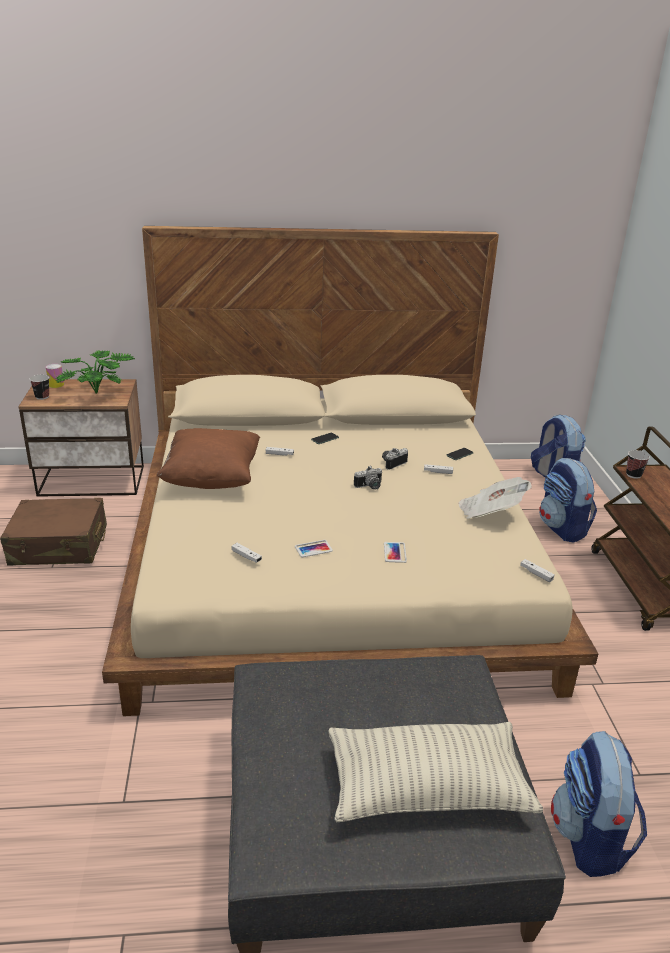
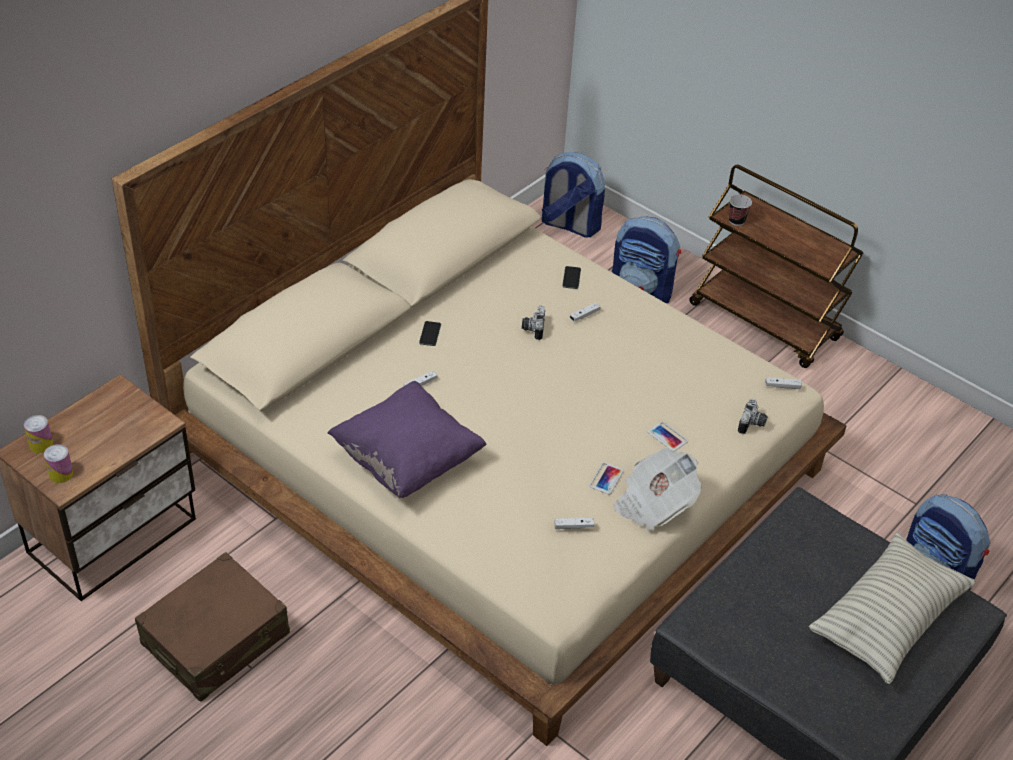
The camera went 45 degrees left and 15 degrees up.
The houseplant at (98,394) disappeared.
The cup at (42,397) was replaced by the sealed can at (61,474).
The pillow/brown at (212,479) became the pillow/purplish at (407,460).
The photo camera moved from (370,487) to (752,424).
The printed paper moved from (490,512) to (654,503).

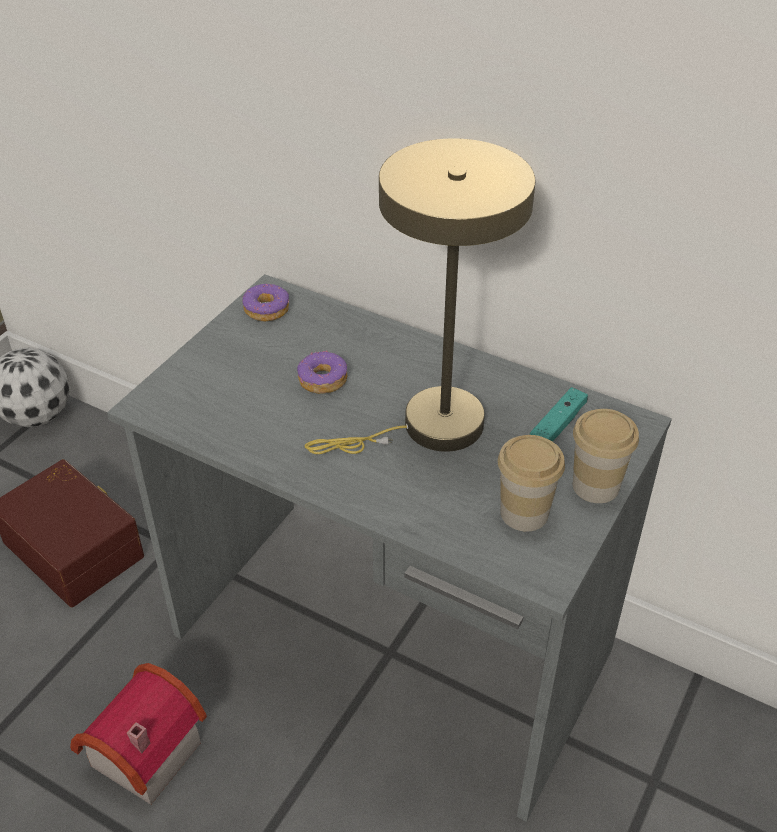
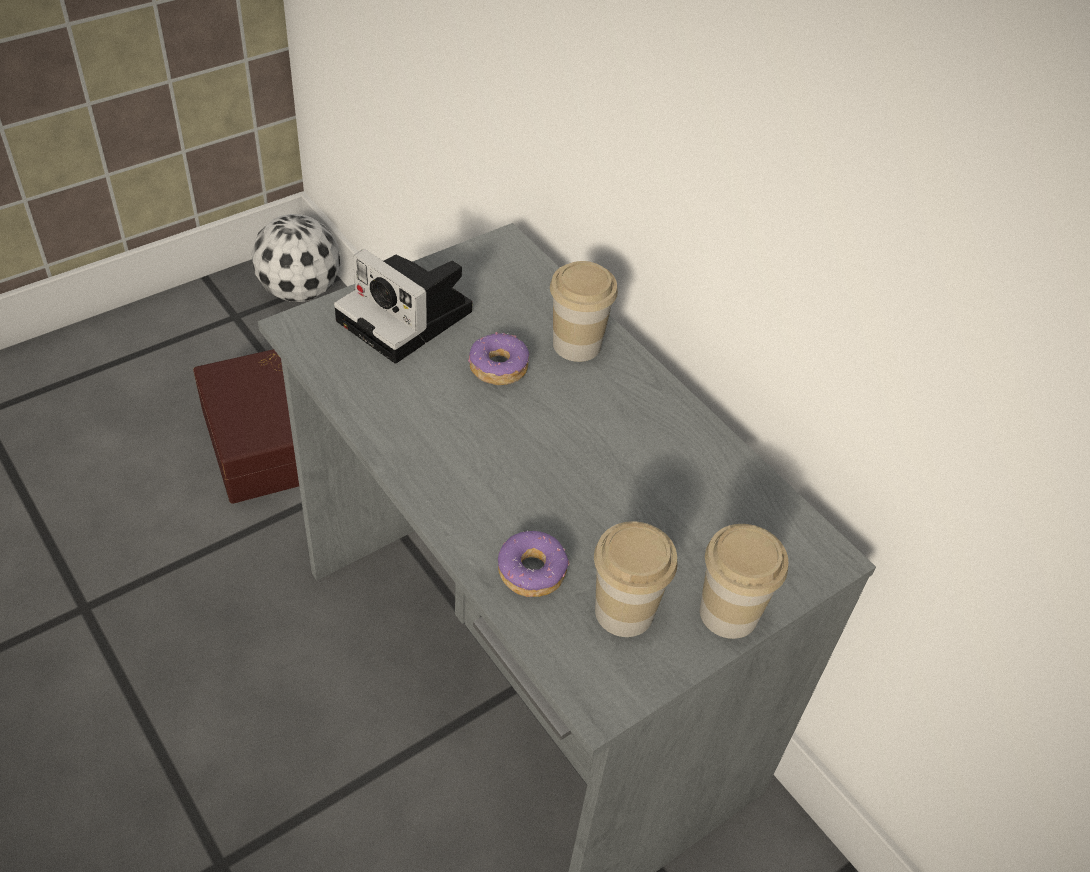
The camera went 20 degrees right and 5 degrees up.
The tabletop lamp/beige at (429,428) disappeared.
The ring doughnut moved from (267,309) to (532,571).
The game controller/blue-green at (557,426) disappeared.
The toy house at (139,753) disappeared.
The photo camera at (409,318) appeared.
The cup at (576,344) appeared.

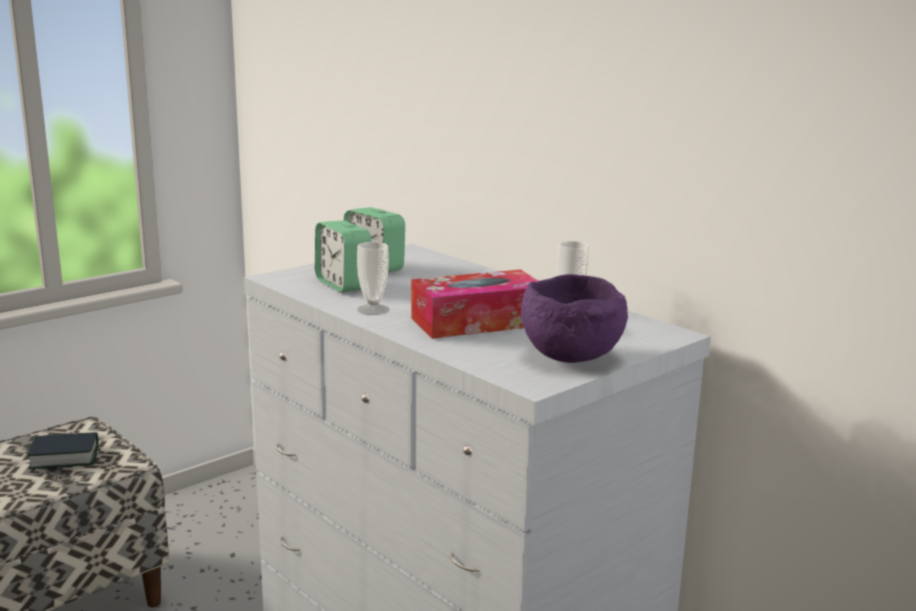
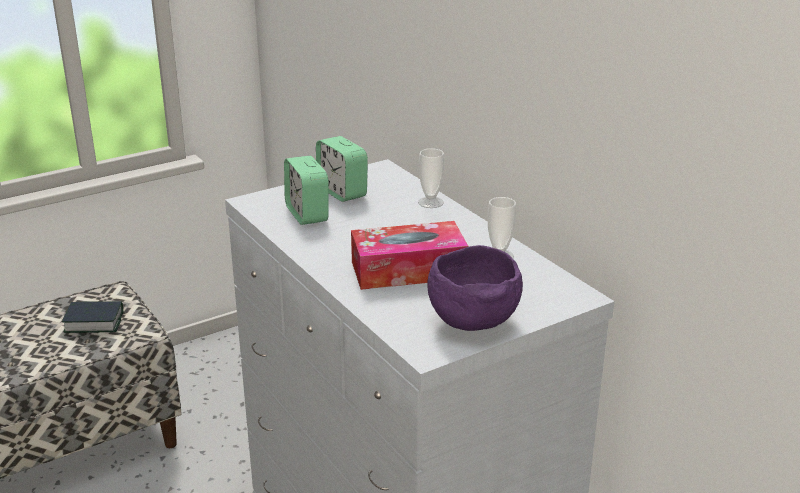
The camera went 10 degrees right and 10 degrees up.
The cup moved from (373,310) to (430,202).

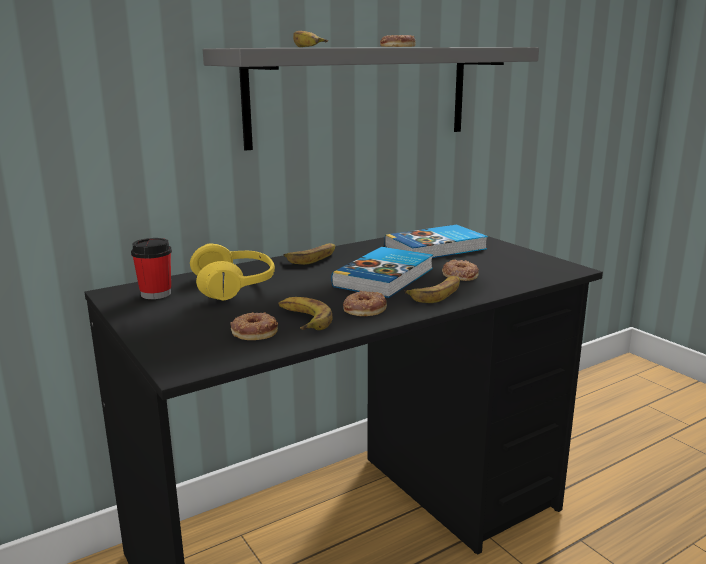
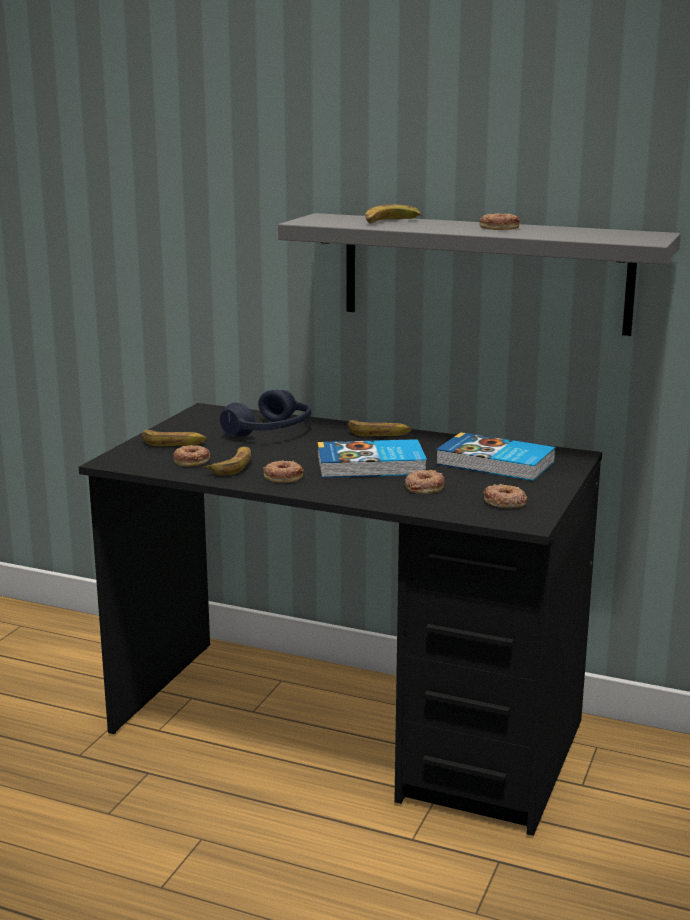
The camera went 55 degrees right and 0 degrees up.
The cup at (156,294) disappeared.
The pair of headphones/yellow-coloured at (234,286) became the pair of headphones/bluish at (269,432).
The whole banana moved from (437,294) to (174,443).
The ring doughnut at (504,502) appeared.

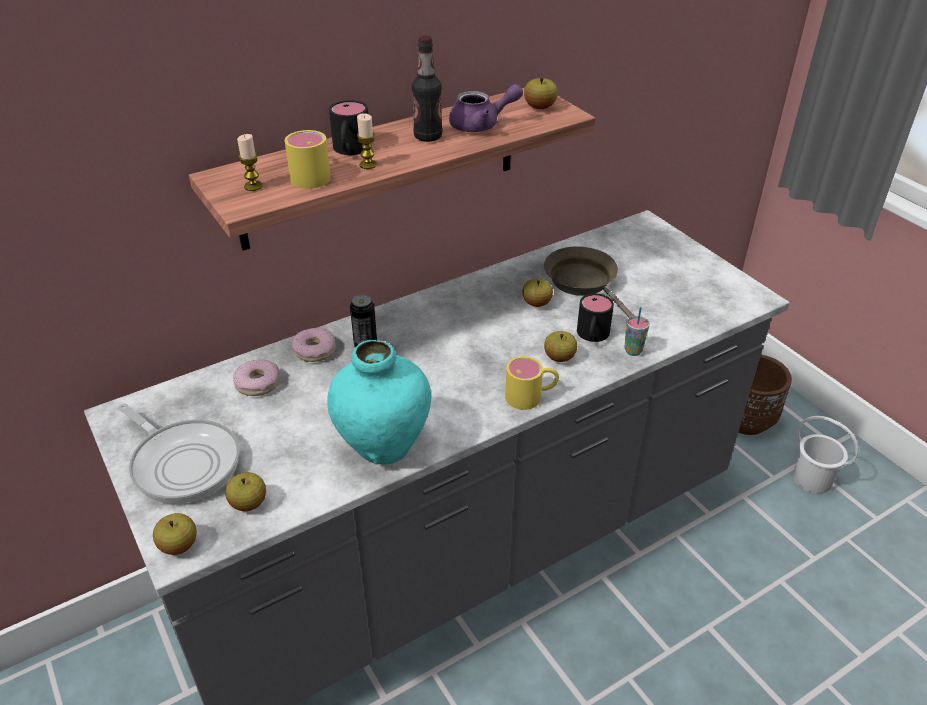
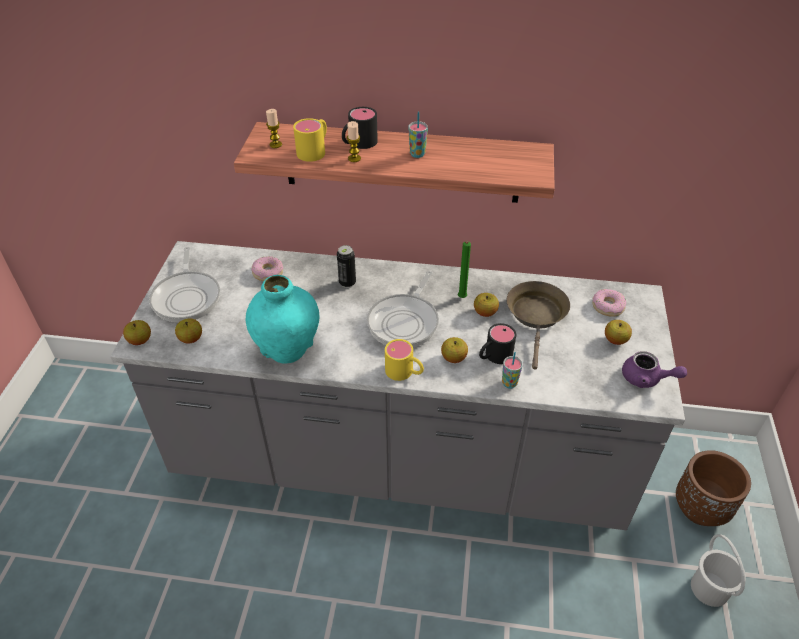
The camera went 40 degrees right and 5 degrees up.
The drink bottle at (428,137) was replaced by the cup at (417,154).
The whole apple moved from (539,107) to (615,340).
The teapot/purplish moved from (481,125) to (646,379).
The ring doughnut moved from (315,350) to (608,306).
The wax light/green-coloured at (461,298) appeared.
The pan at (405,321) appeared.

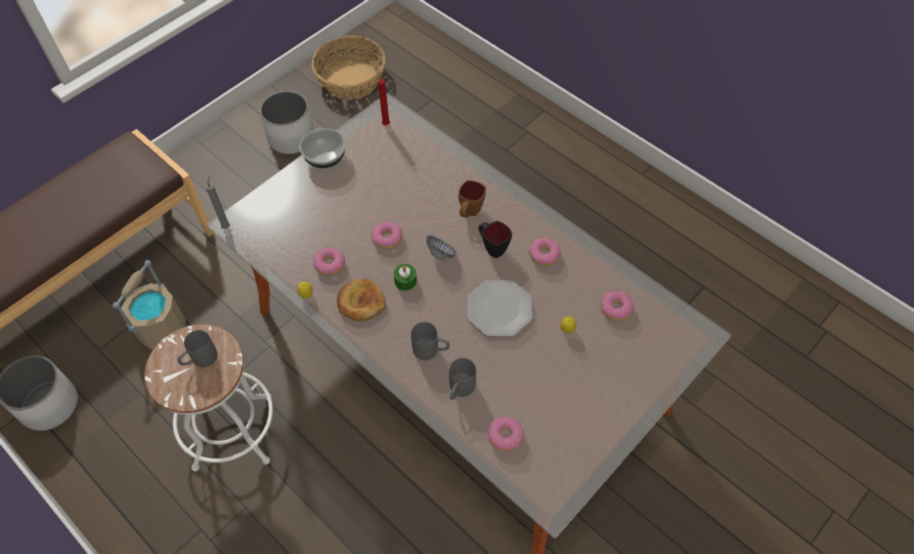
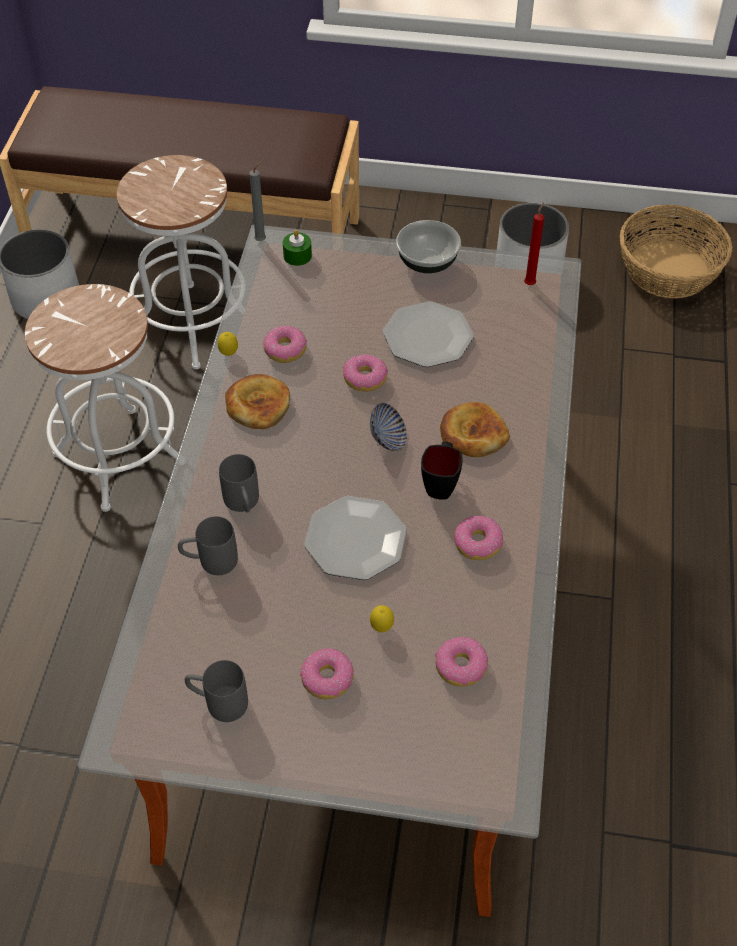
The camera went 55 degrees right and 5 degrees down.
The tea mug/brown at (469,213) was replaced by the baked bread at (473,433).
The bucket/beige at (162,329) was replaced by the sitting stool/white at (193,325).
The wax light/green-coloured moved from (405,281) to (297,256).
The tea mug/gray moved from (200,360) to (218,702).
The ring doughnut moved from (505,436) to (327,679).
The flat dish at (427,336) appeared.

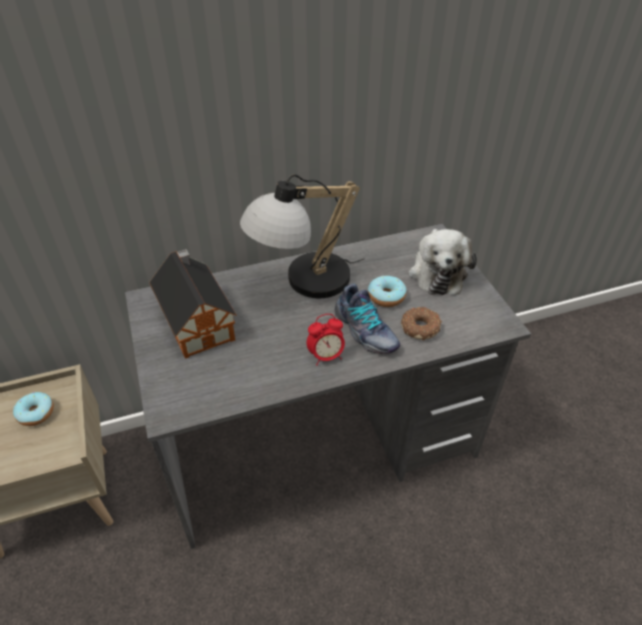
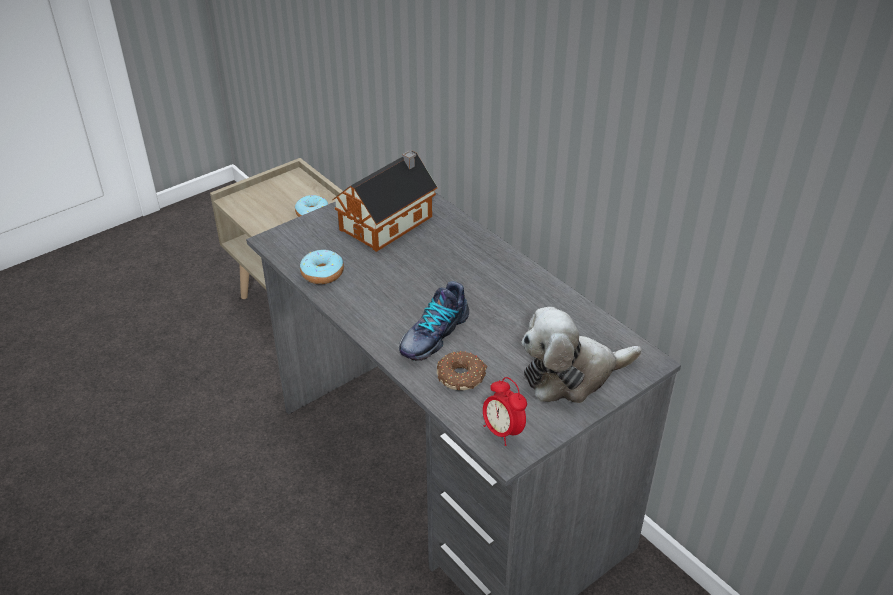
The camera went 70 degrees right and 5 degrees down.
The tabletop lamp at (303,283) disappeared.
The ring doughnut moved from (386,296) to (322,273).
The table clock moved from (326,356) to (502,431).

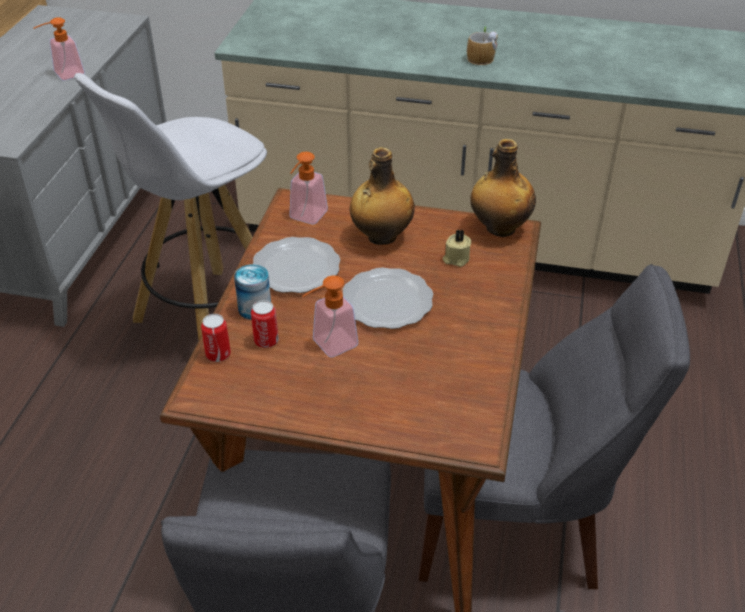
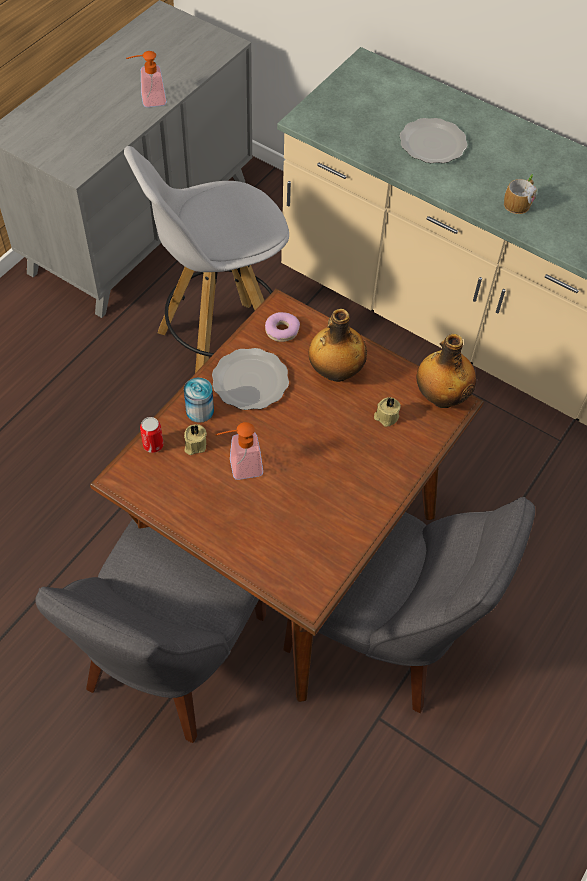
The camera went 20 degrees right and 15 degrees up.
The liquid soap bottle at (305,218) was replaced by the ring doughnut at (282,330).
The flat dish moved from (386,300) to (432,143).
The sealed can at (266,341) was replaced by the wax light/beige at (194,445).

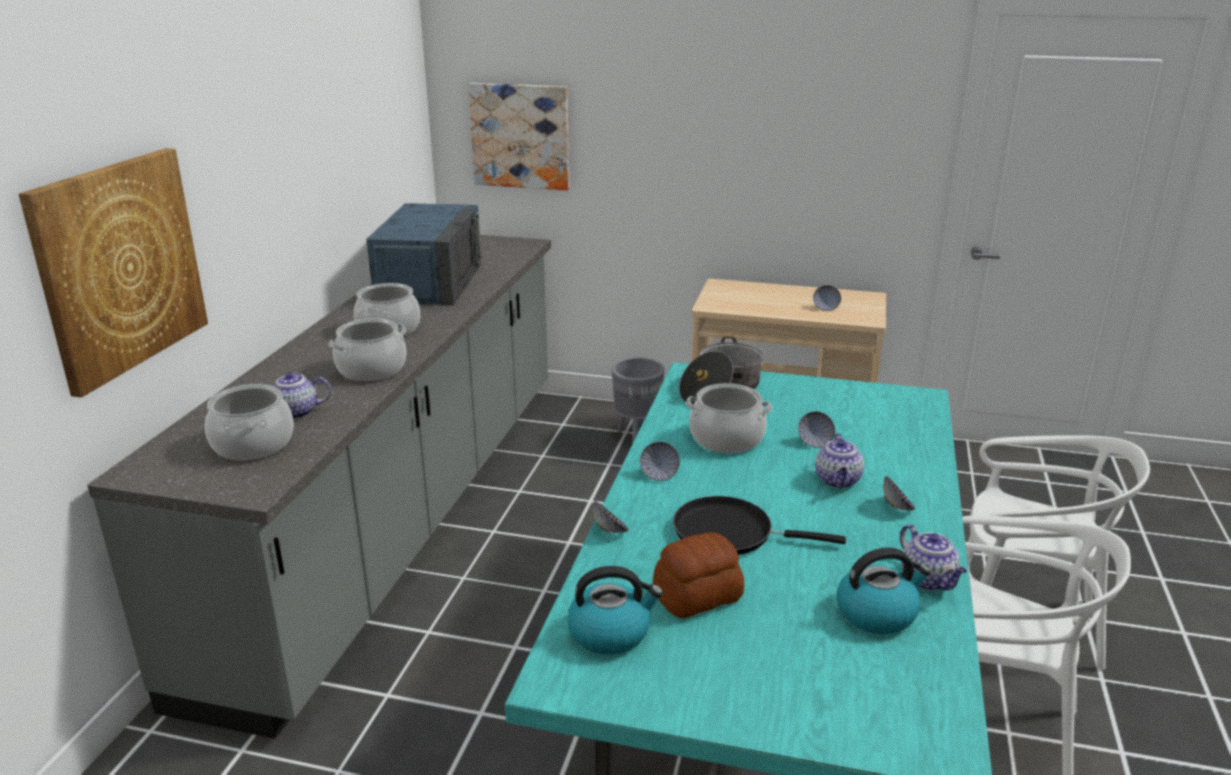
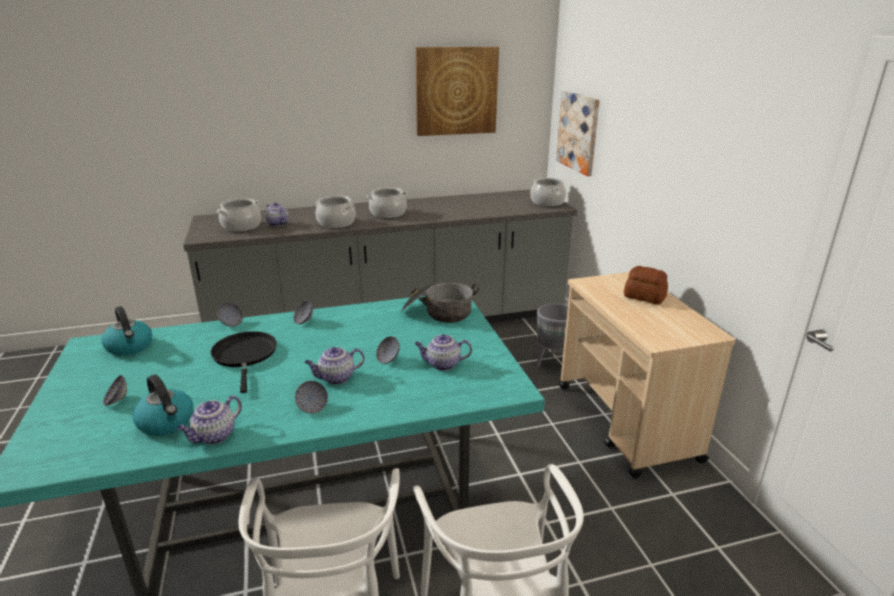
The camera went 60 degrees right and 0 degrees up.
The wall art moved from (119,266) to (456,91).
The microwave/bluish at (430,281) disappeared.
The serving bowl moved from (826,308) to (117,400).
The cooking pot moved from (726,439) to (547,202).
The baked bread moved from (699,596) to (644,297).
The teapot at (442,364) appeared.

